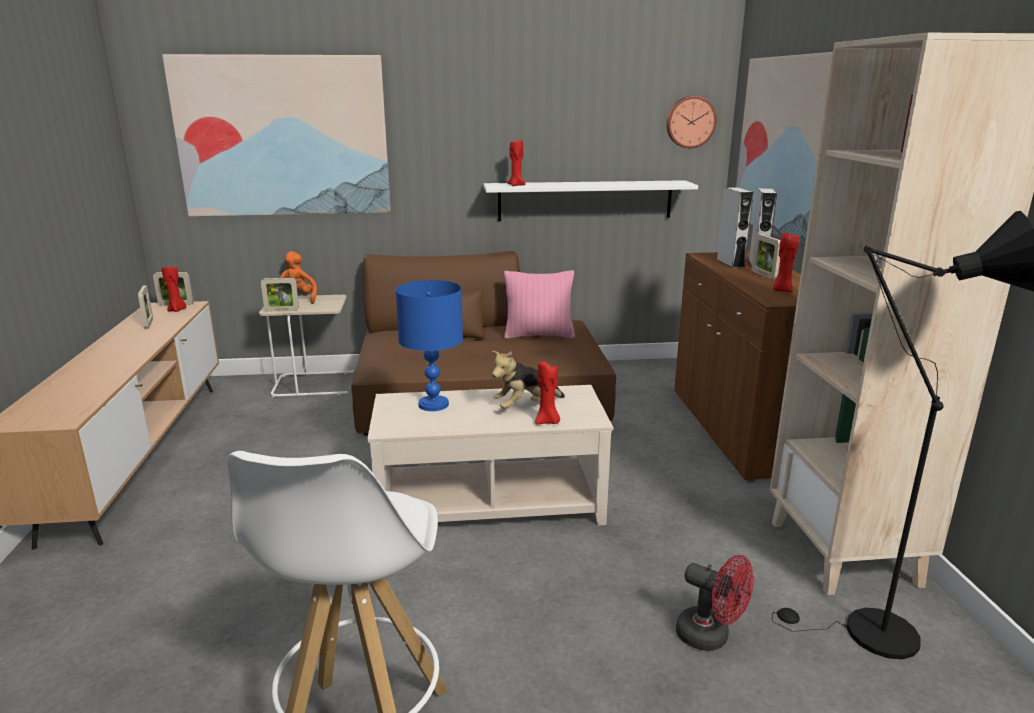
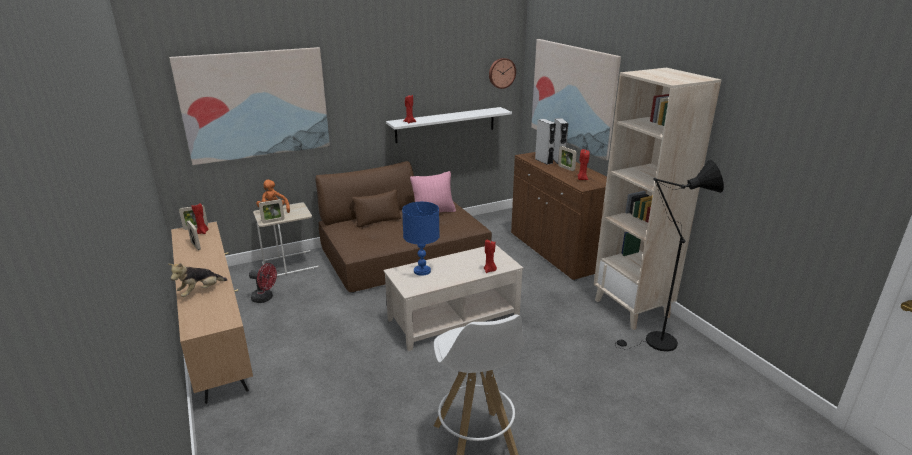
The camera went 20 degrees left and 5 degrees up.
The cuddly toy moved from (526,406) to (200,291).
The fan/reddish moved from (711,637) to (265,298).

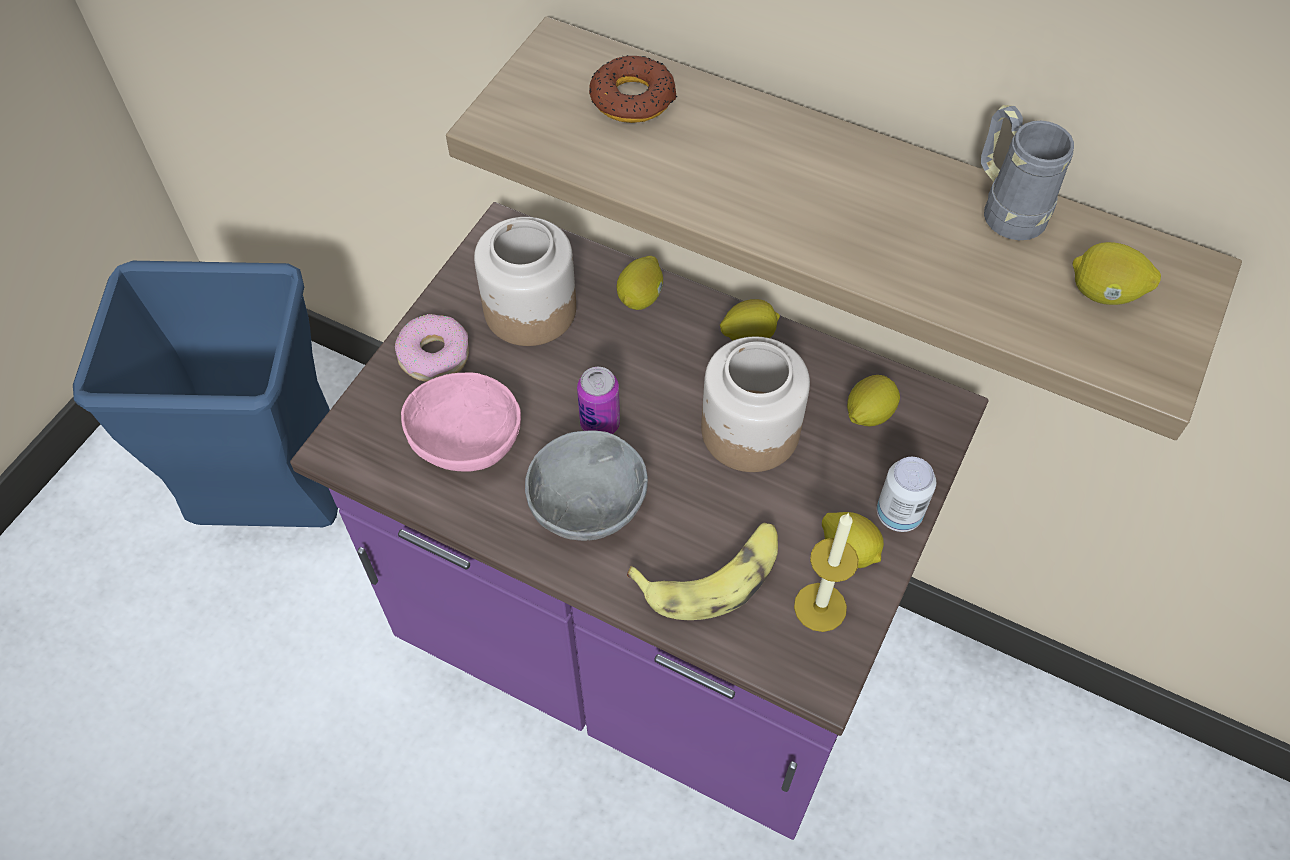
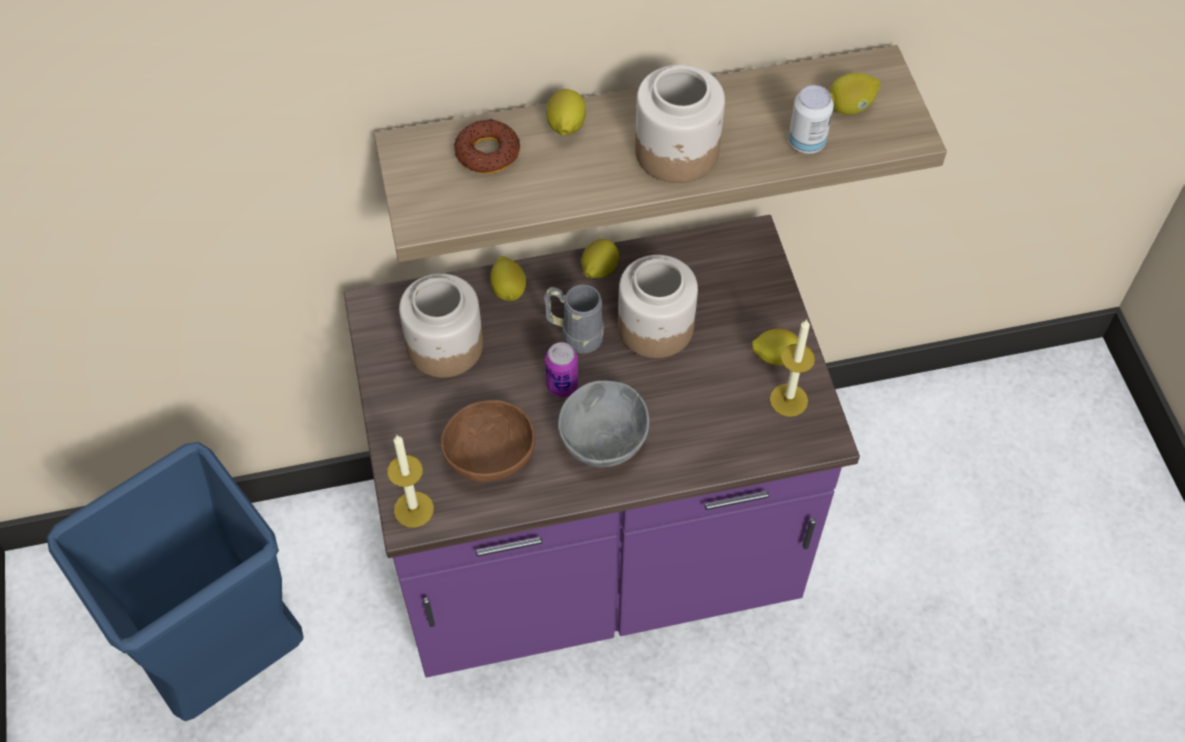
The camera went 40 degrees left and 0 degrees up.
The tea mug/gray moved from (1005,209) to (574,335).
The ring doughnut at (434,355) disappeared.
The serving bowl/pink-coloured at (466,439) became the serving bowl/brown at (488,455).
The citrus fruit moved from (868,414) to (565,126).
The sealed can moved from (898,514) to (806,142).
The whole banana at (712,575) disappeared.
The jar at (677,152) appeared.
The wax light at (413,509) appeared.

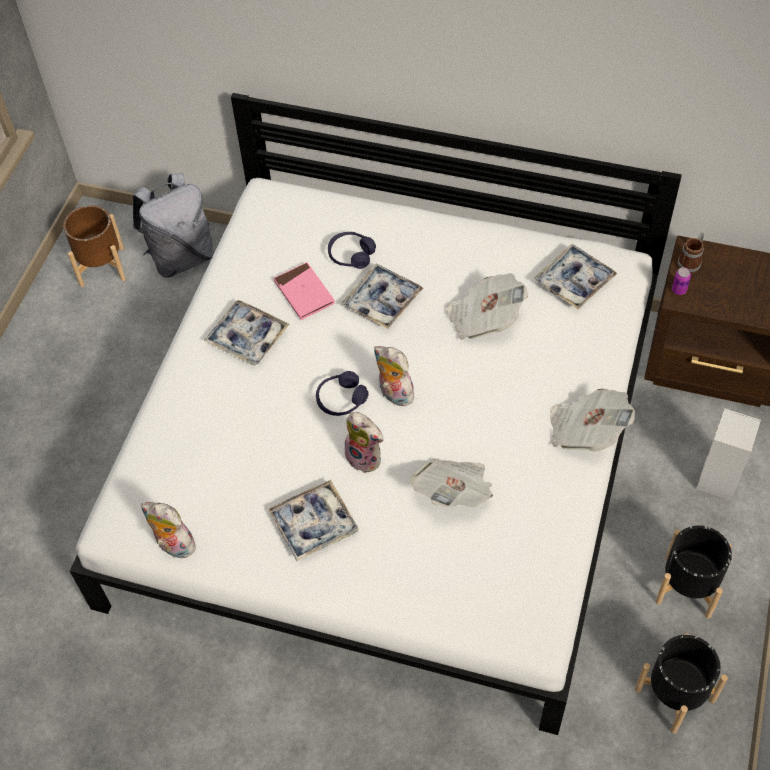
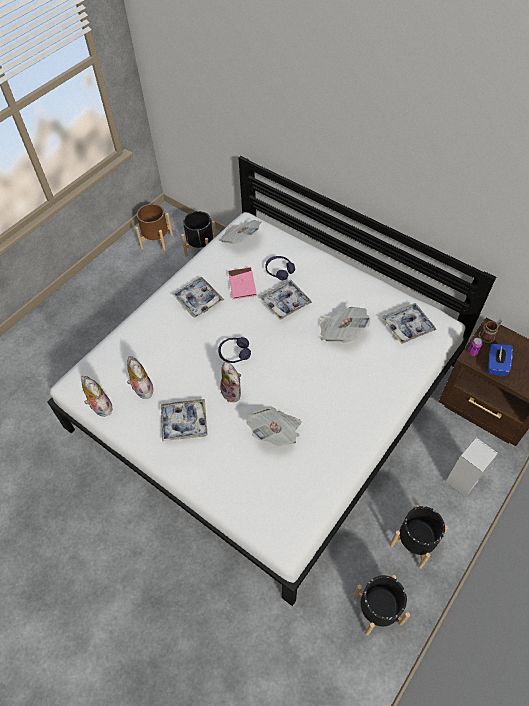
The camera went 20 degrees right and 0 degrees up.
The rucksack/gray at (181,257) was replaced by the flower pot/black-coloured at (201,248).
The cuddly toy moved from (393,394) to (142,389).
The printed paper moved from (586,431) to (240,239).
The box of tissues/bluish at (496,365) appeared.

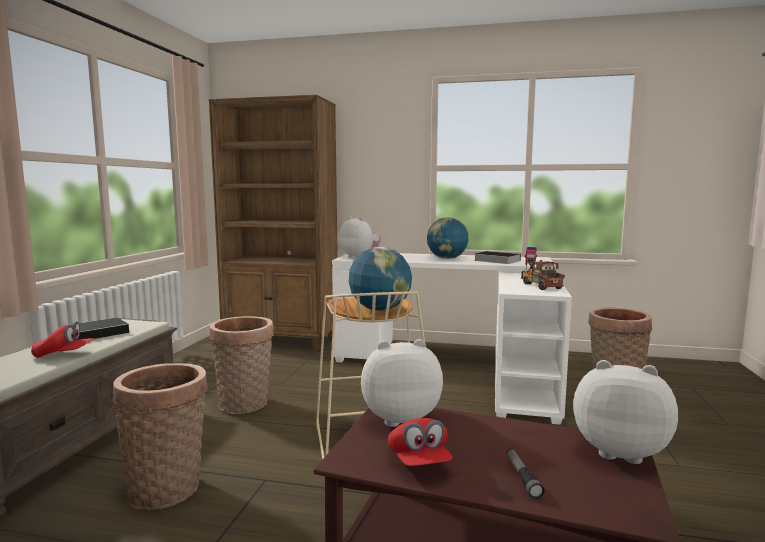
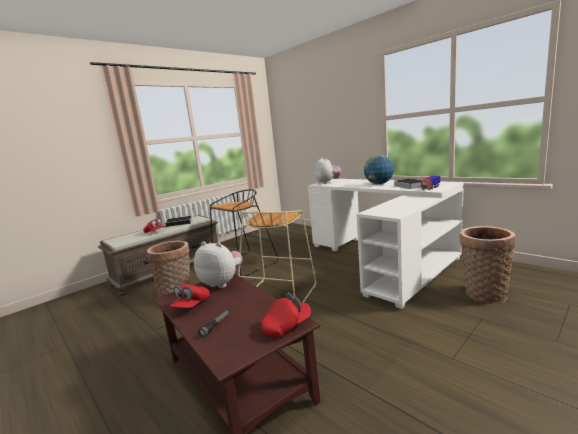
The camera went 35 degrees right and 5 degrees up.
The shelving unit/brown at (282,341) disappeared.
The world globe at (380,309) disappeared.
The model truck at (539,285) disappeared.
The basket at (245,405) was replaced by the sitting stool/black-coloured at (245,264).
The cuddly toy at (619,451) was replaced by the cap/reddish at (287,326).

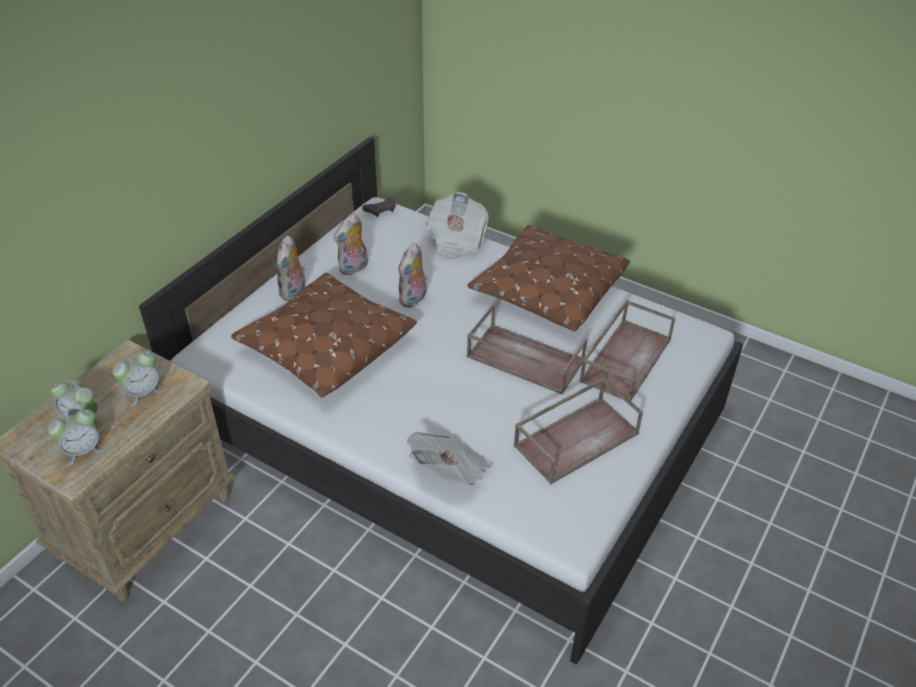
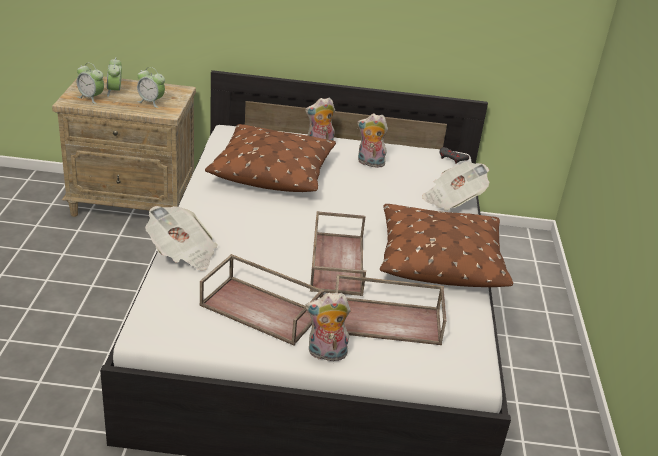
The camera went 60 degrees right and 10 degrees down.
The cuddly toy moved from (413,299) to (326,354).

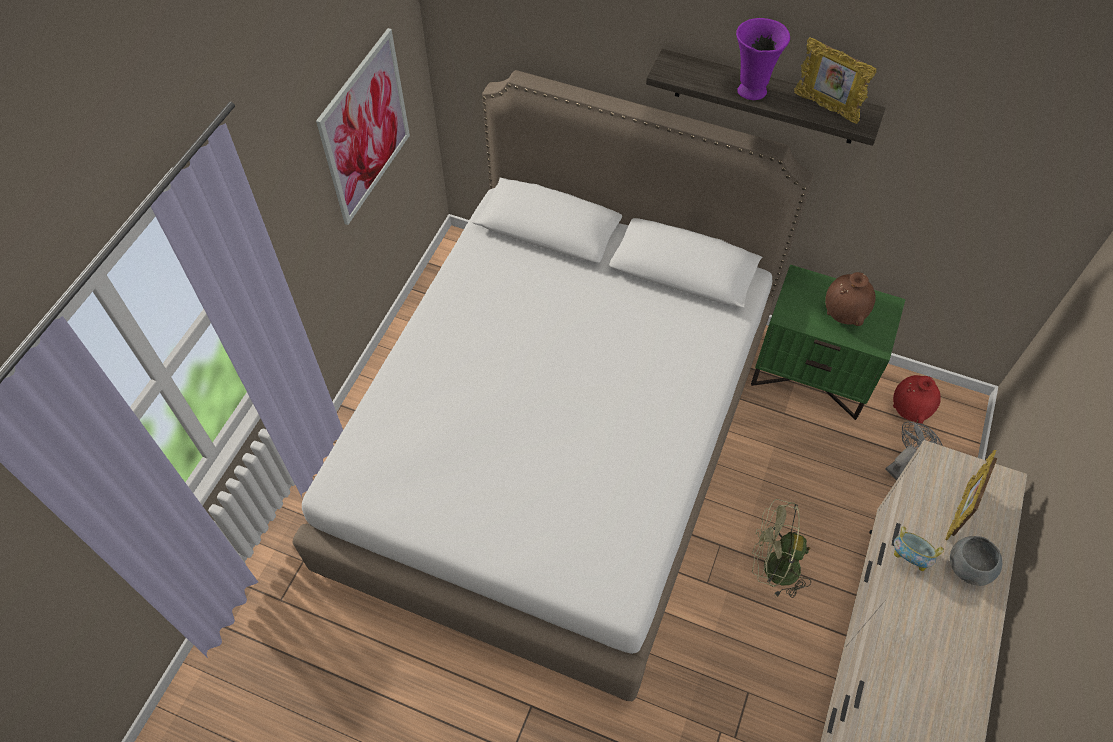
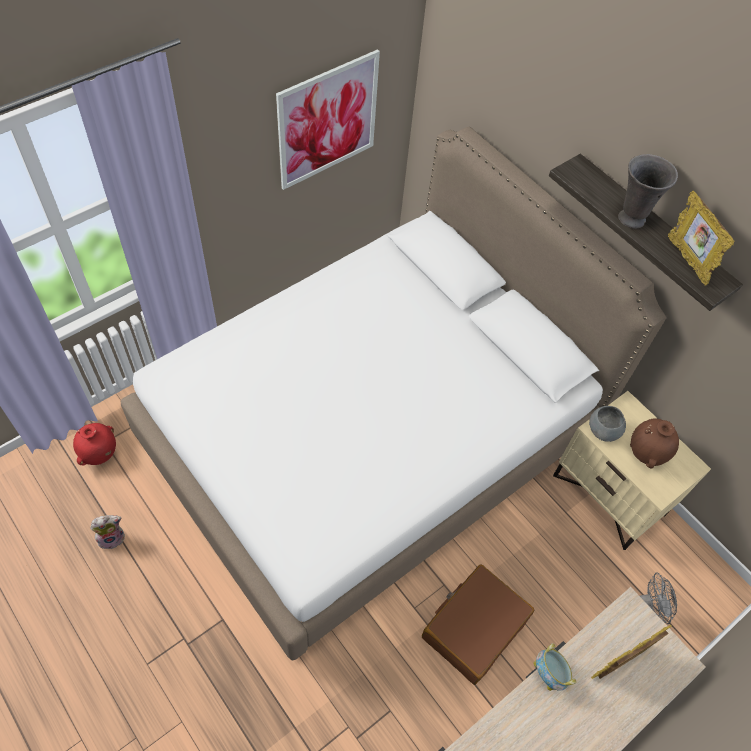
The camera went 25 degrees right and 0 degrees up.
The flower vase/purplish at (750,91) became the flower vase/gray at (630,218).
The bedside table/green-coloured at (811,375) became the bedside table/beige at (609,494).
The flower vase/reddish moved from (909,411) to (99,454).
The fan/green-coloured at (772,568) was replaced by the suitcase/brown at (474,627).
The serving bowl/gray moved from (968,567) to (603,430).
The cuddly toy at (112,537) appeared.

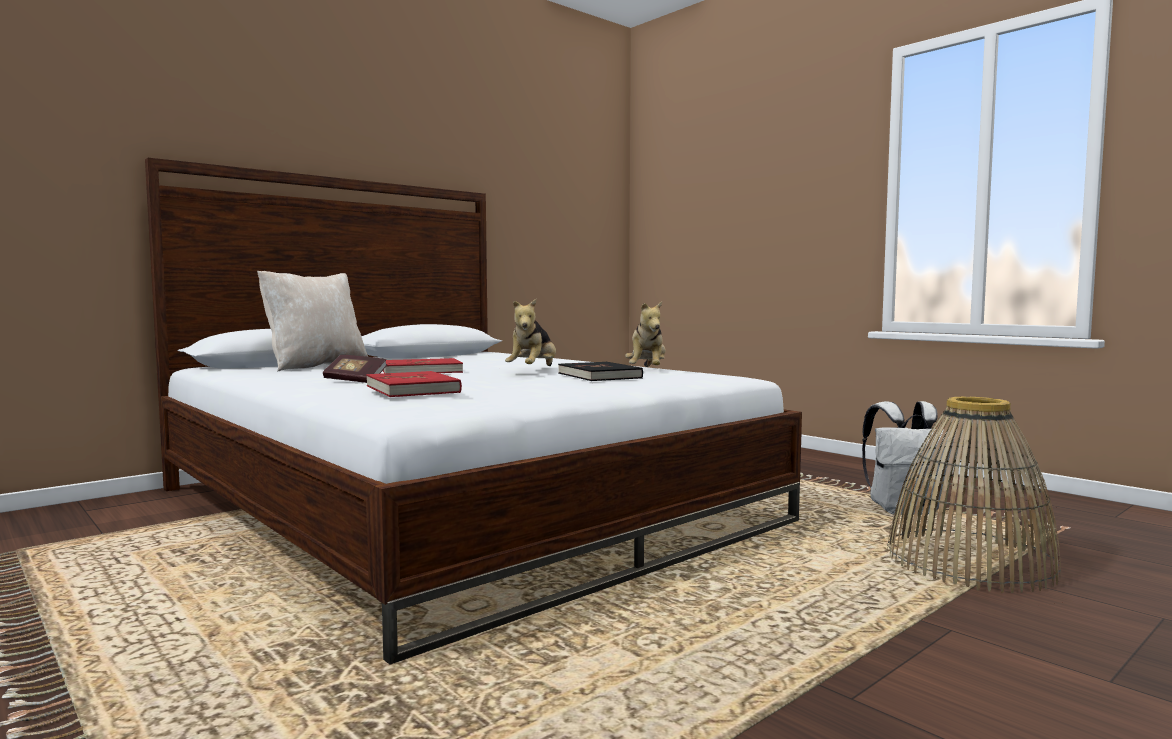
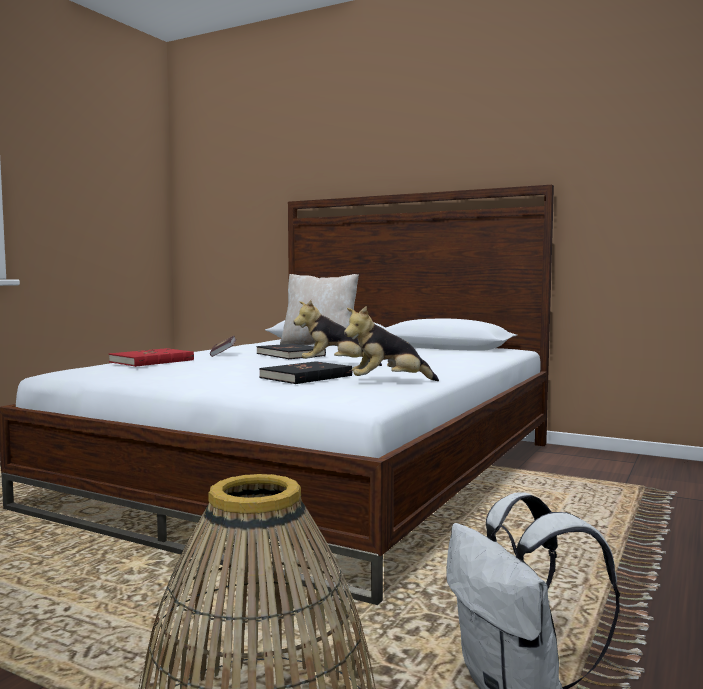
The camera went 70 degrees right and 0 degrees up.
The volume/reddish at (421,371) became the volume/black-coloured at (291,355).

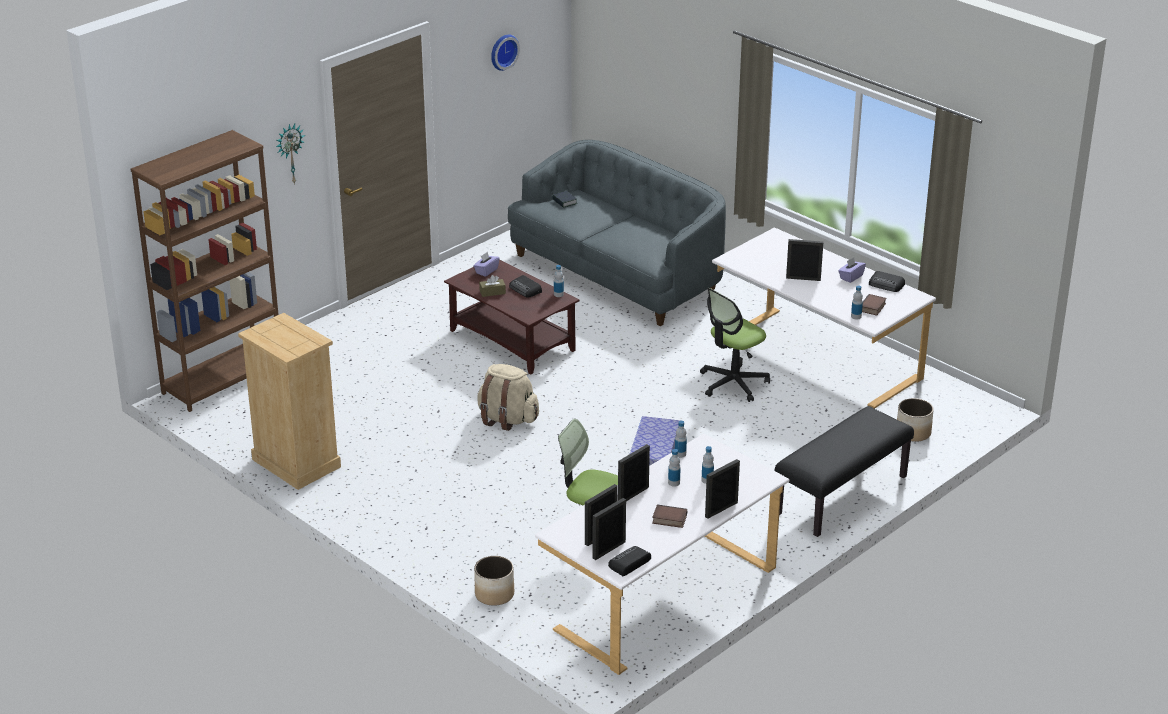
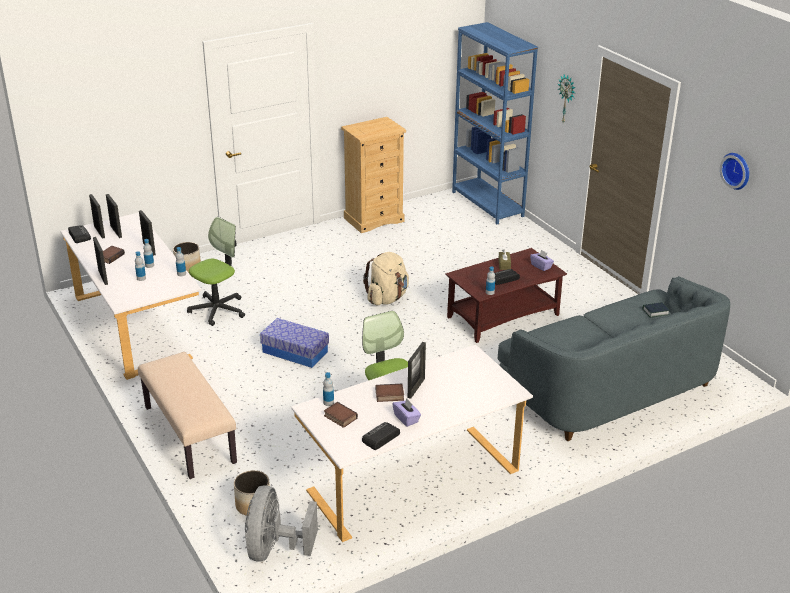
The camera went 105 degrees right and 0 degrees up.
The shelving unit/brown at (223,380) became the shelving unit/bluish at (487,204).
The long seat/black-coloured at (841,496) became the long seat/beige at (188,434).
The volume at (389,396) appeared.
The fan/gray at (274,549) appeared.

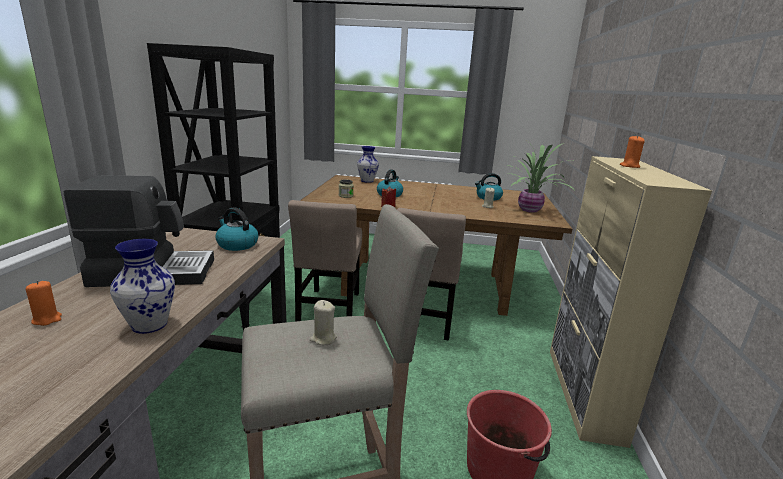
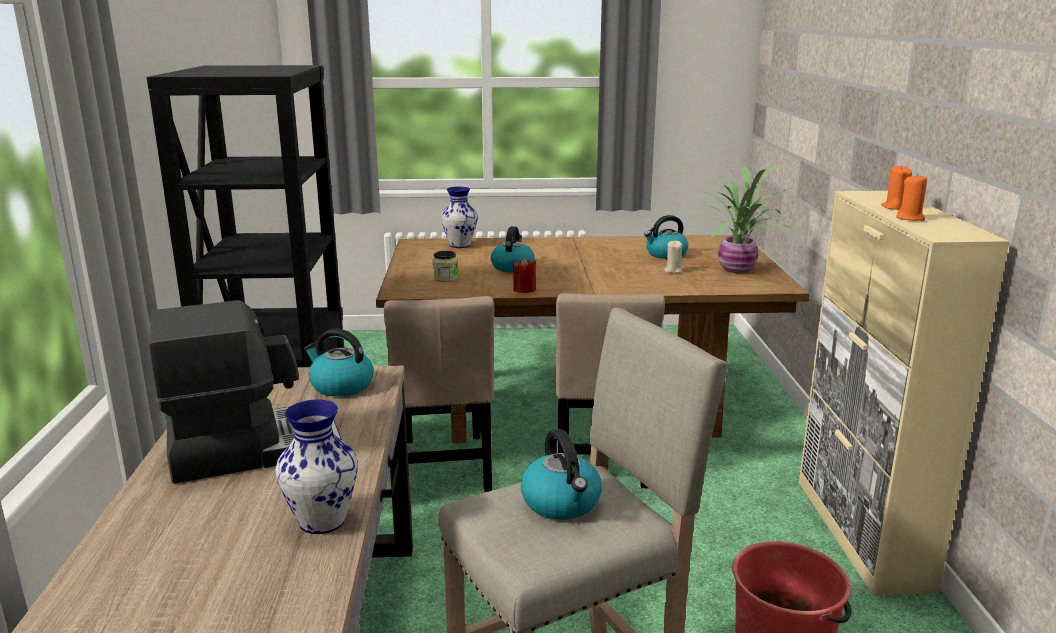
The camera went 10 degrees left and 0 degrees up.
The wax light/orangey moved from (47,319) to (910,218).
The wax light/beige at (323,339) was replaced by the kettle at (562,503).

